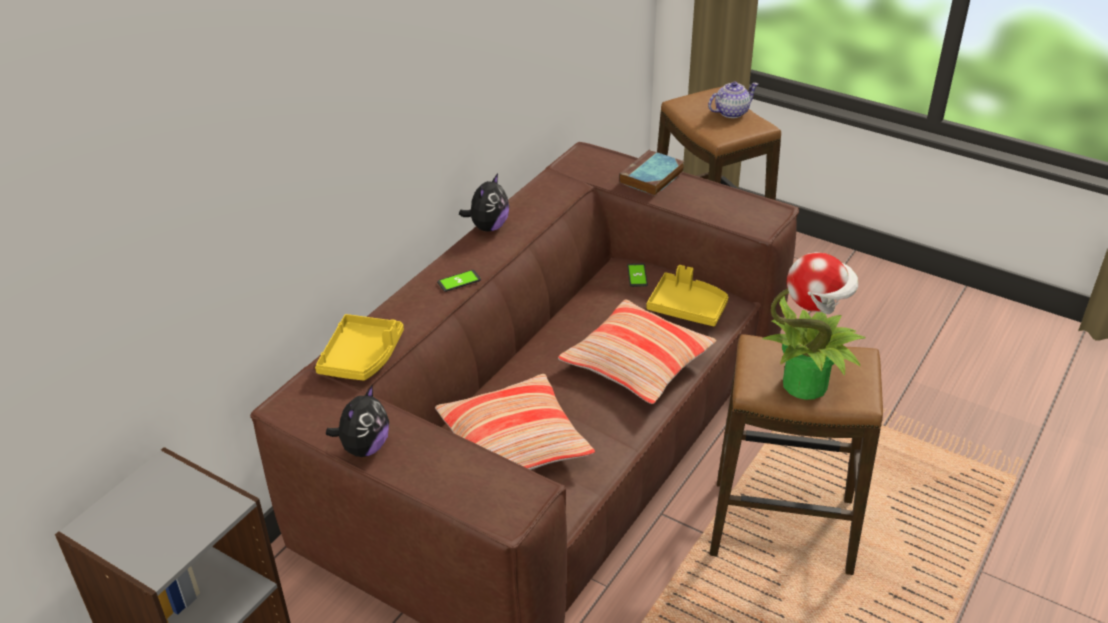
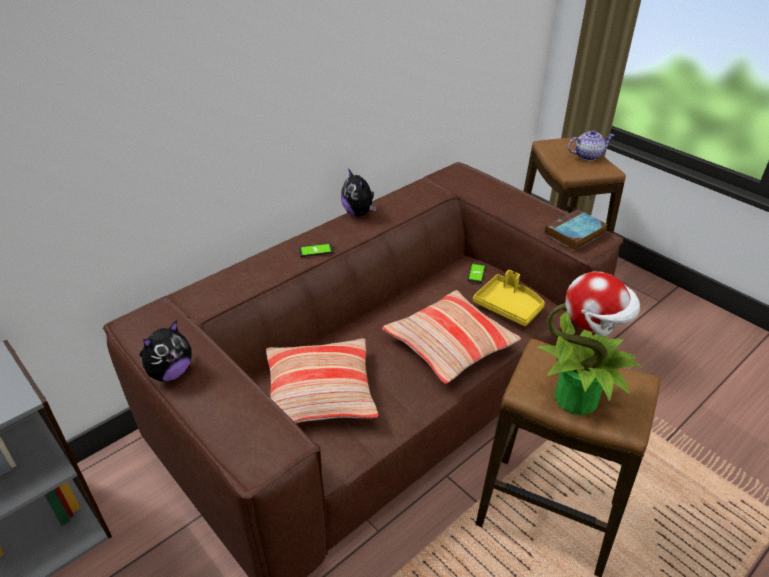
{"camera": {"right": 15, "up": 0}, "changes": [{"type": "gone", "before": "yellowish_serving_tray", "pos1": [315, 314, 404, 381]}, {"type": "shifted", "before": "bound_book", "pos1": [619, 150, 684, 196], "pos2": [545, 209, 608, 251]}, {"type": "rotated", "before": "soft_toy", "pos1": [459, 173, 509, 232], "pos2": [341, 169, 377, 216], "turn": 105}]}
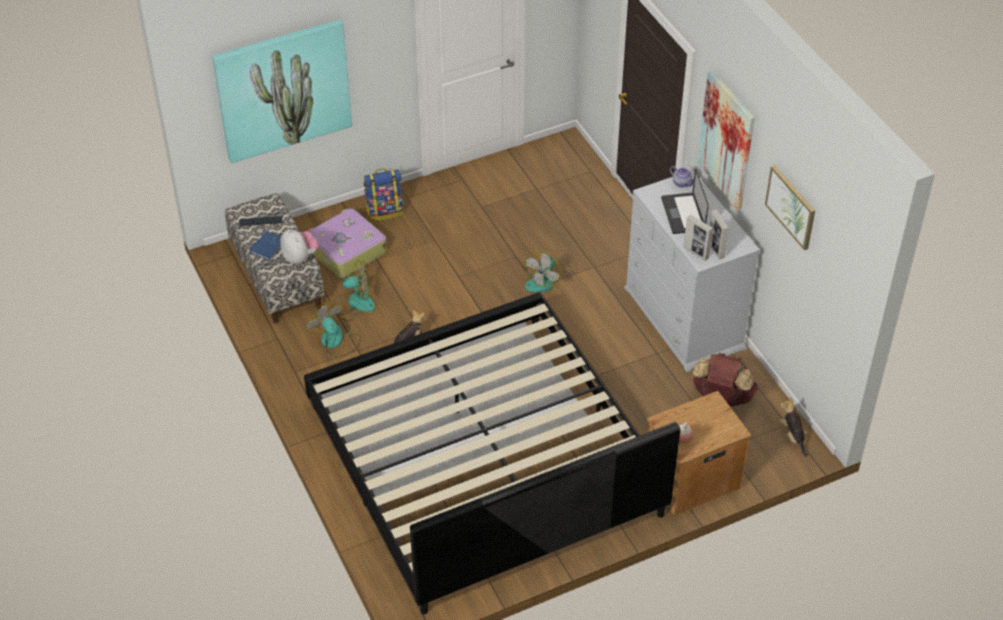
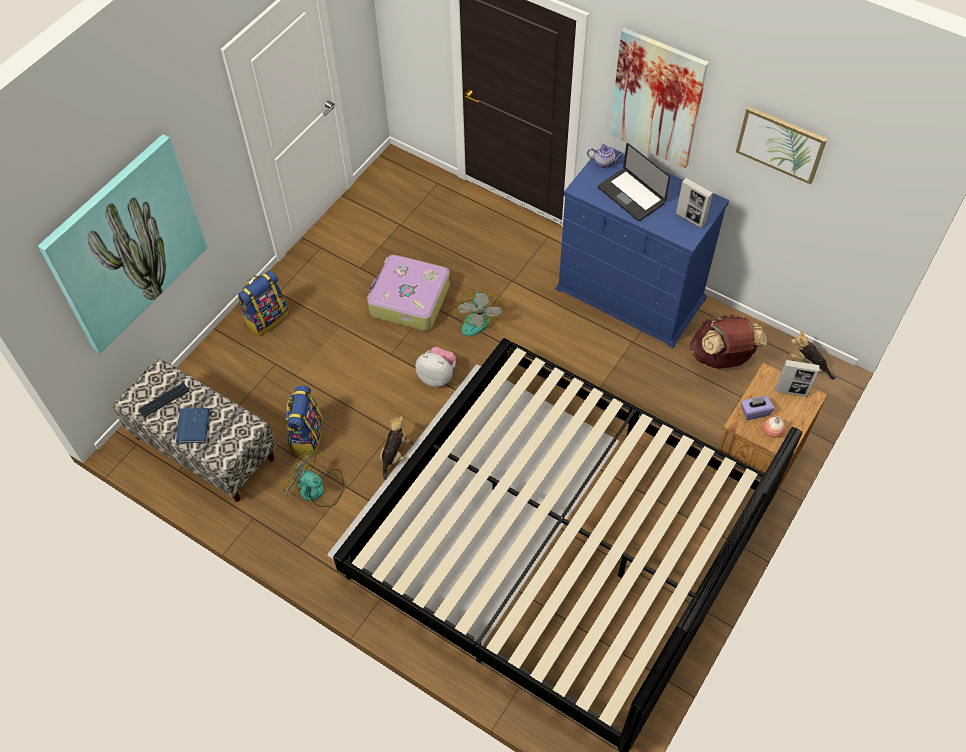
{"camera": {"right": -30, "up": 10}, "changes": [{"type": "new", "after": "purple-coloured_tissue_box", "pos2": [741, 396, 775, 420]}, {"type": "shifted", "before": "soft_toy", "pos1": [280, 228, 319, 265], "pos2": [416, 347, 456, 387]}, {"type": "shifted", "before": "travel_case", "pos1": [308, 208, 387, 278], "pos2": [367, 254, 450, 331]}, {"type": "shifted", "before": "standing_frame", "pos1": [683, 215, 713, 261], "pos2": [775, 360, 820, 397]}, {"type": "swapped", "before": "electric_fan", "after": "backpack", "pos1": [333, 260, 375, 321], "pos2": [285, 385, 323, 455]}, {"type": "repainted", "before": "white-coloured_drawer_chest", "after": "blue_drawer_chest", "pos1": [624, 170, 760, 372], "pos2": [555, 144, 729, 348]}]}
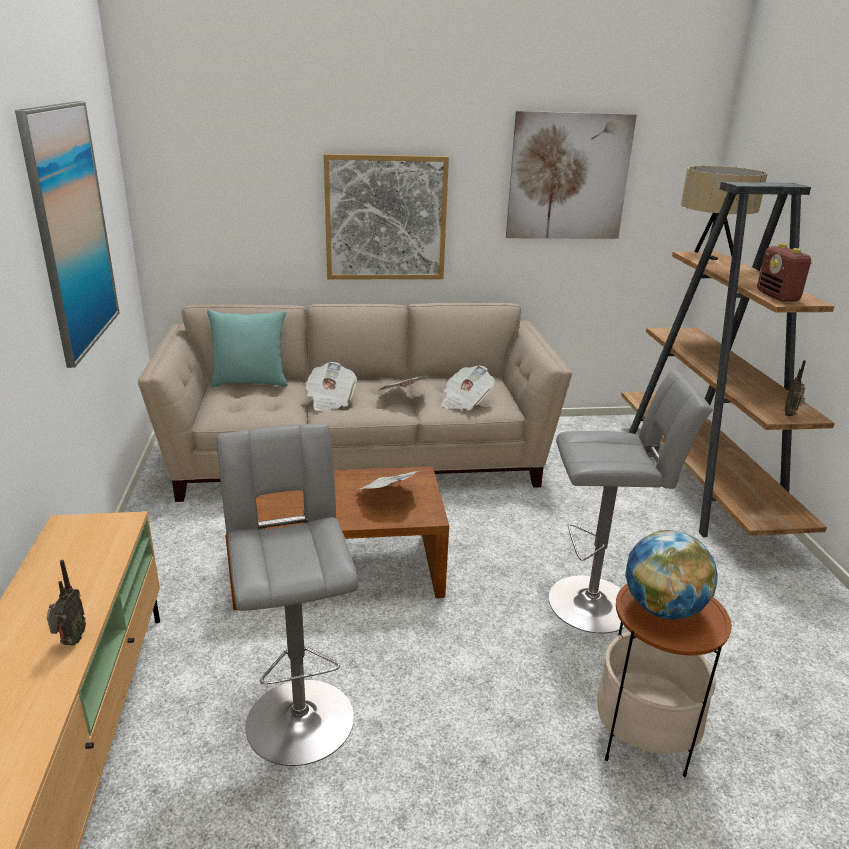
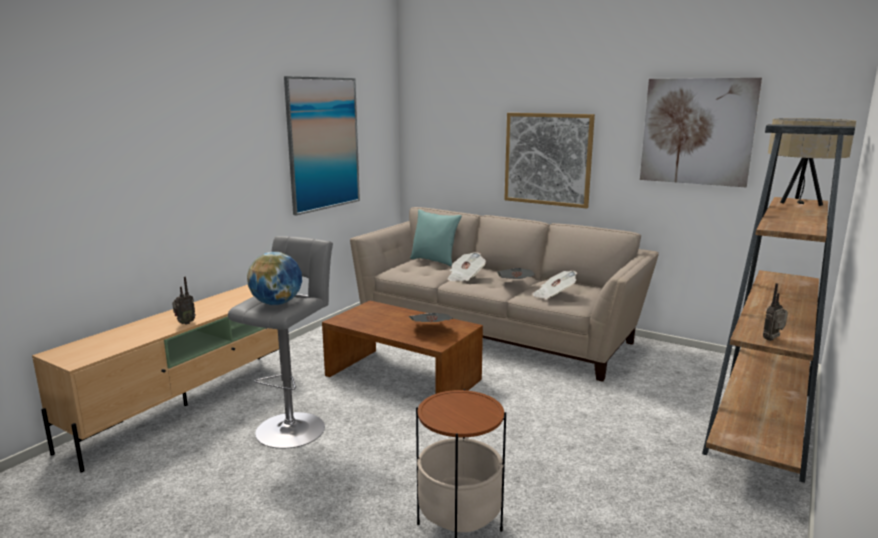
{"camera": {"right": 40, "up": -10}, "changes": [{"type": "gone", "before": "greyish_sitting_stool", "pos1": [549, 370, 713, 634]}, {"type": "gone", "before": "radio_set", "pos1": [757, 243, 813, 302]}, {"type": "shifted", "before": "world_globe", "pos1": [625, 530, 717, 620], "pos2": [247, 252, 302, 305]}]}
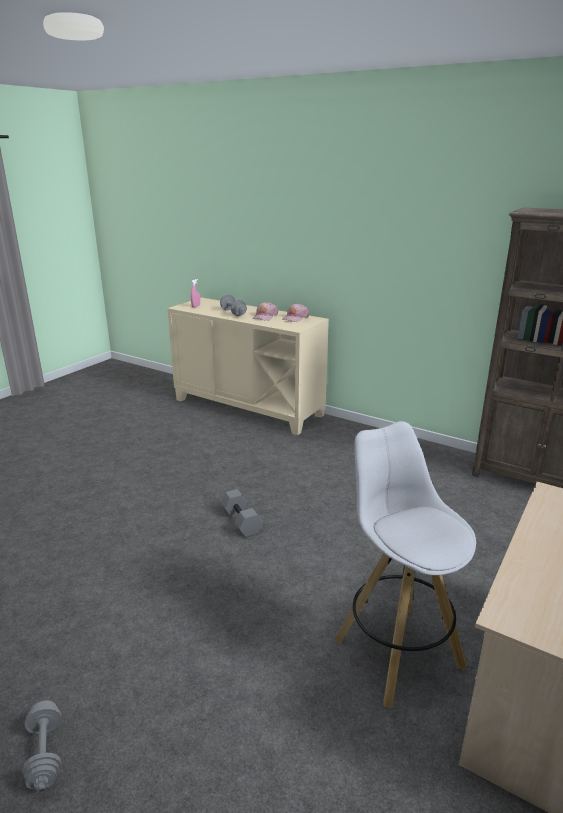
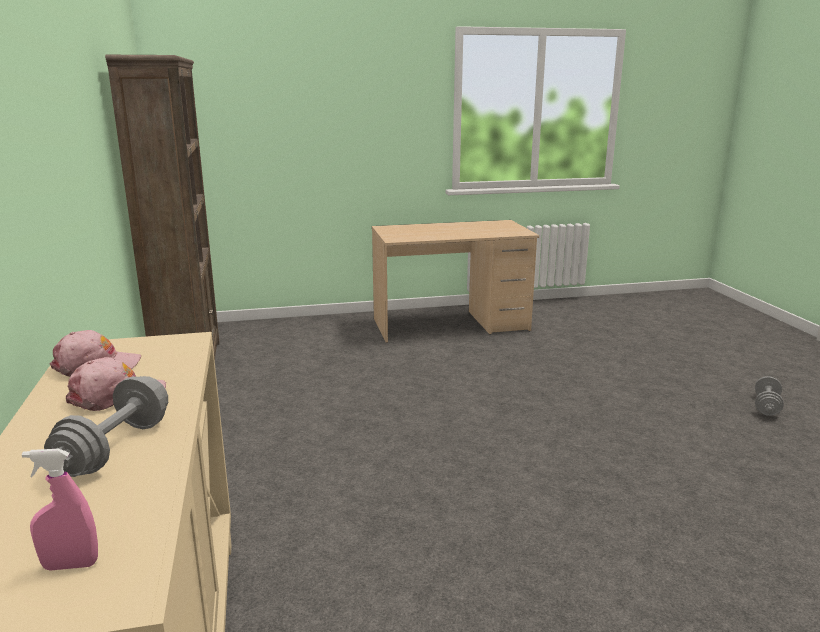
{"camera": {"right": -135, "up": -5}, "changes": [{"type": "gone", "before": "greyish_hand_weight", "pos1": [221, 489, 263, 537]}, {"type": "gone", "before": "white-coloured_sitting_stool", "pos1": [334, 421, 476, 707]}]}
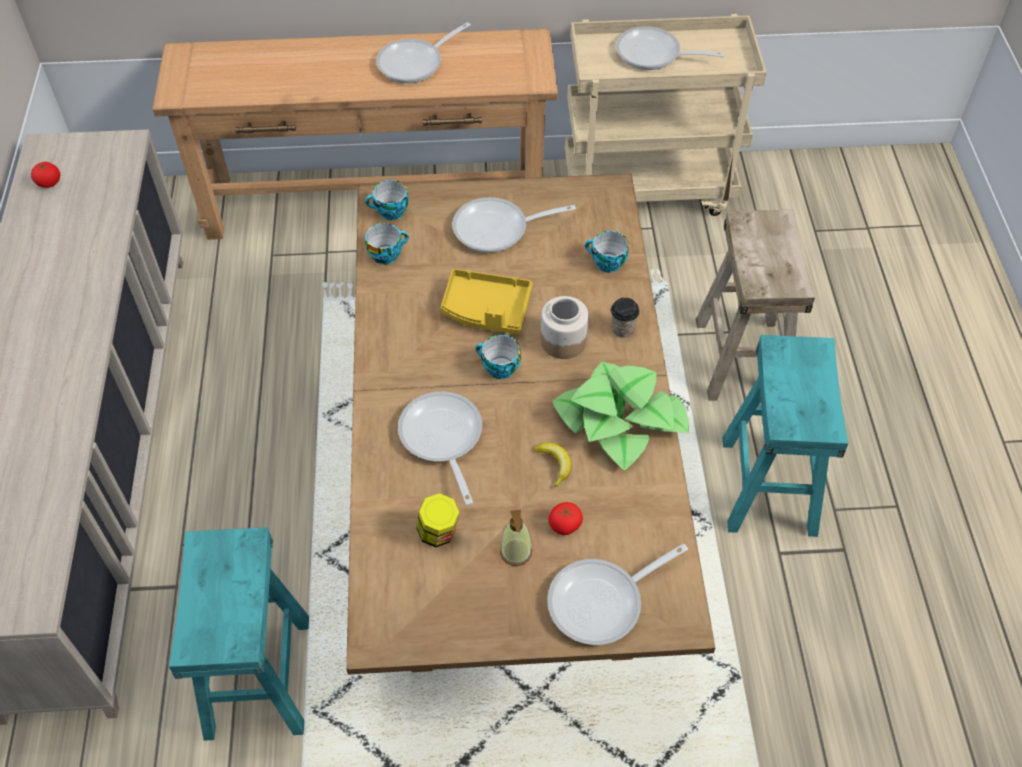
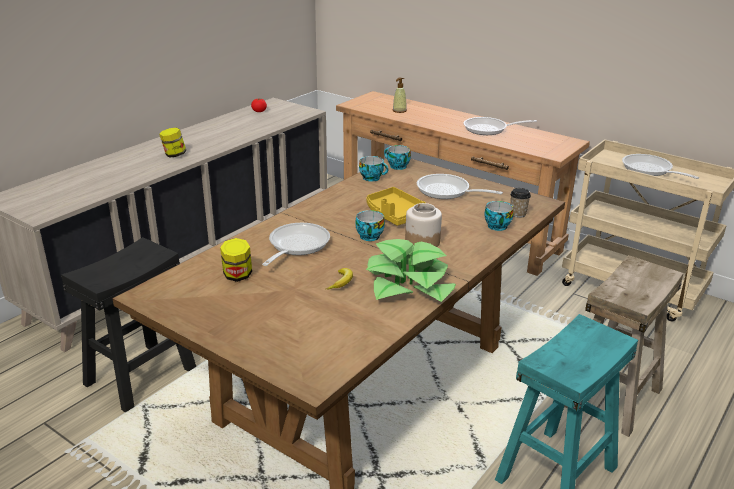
{"camera": {"right": 40, "up": -25}, "changes": [{"type": "gone", "before": "frying_pan", "pos1": [547, 544, 688, 645]}, {"type": "gone", "before": "whole_tomato", "pos1": [548, 502, 583, 535]}, {"type": "new", "after": "storage_jar", "pos2": [159, 128, 186, 158]}, {"type": "shifted", "before": "liquid_soap_bottle", "pos1": [500, 510, 532, 566], "pos2": [393, 77, 407, 113]}, {"type": "shifted", "before": "cup", "pos1": [611, 298, 640, 338], "pos2": [510, 188, 531, 218]}, {"type": "repainted", "before": "turquoise-coloured_sitting_stool", "after": "blackish_sitting_stool", "pos1": [169, 527, 309, 741], "pos2": [61, 237, 196, 412]}]}
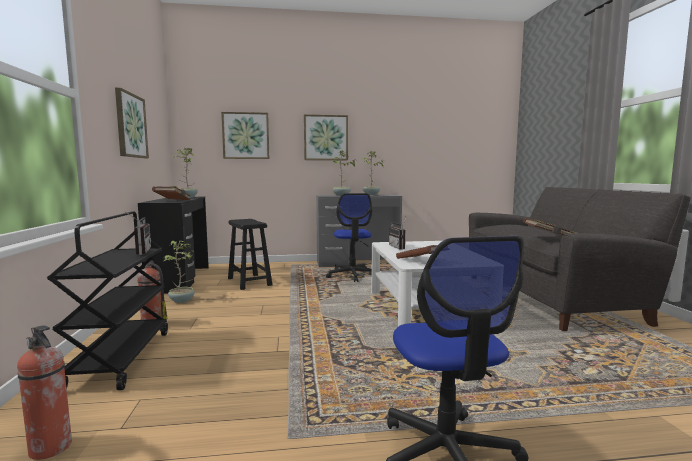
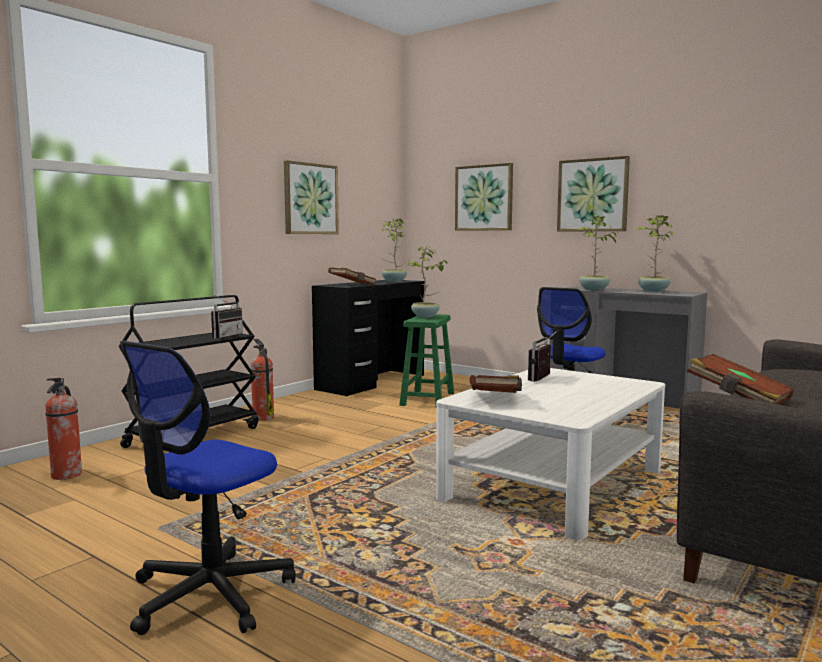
{"camera": {"right": 45, "up": 0}, "changes": [{"type": "shifted", "before": "plant_in_a_pot", "pos1": [163, 241, 195, 303], "pos2": [408, 246, 447, 318]}, {"type": "repainted", "before": "blackish_sitting_stool", "after": "green-coloured_sitting_stool", "pos1": [228, 219, 272, 290], "pos2": [399, 314, 454, 408]}]}
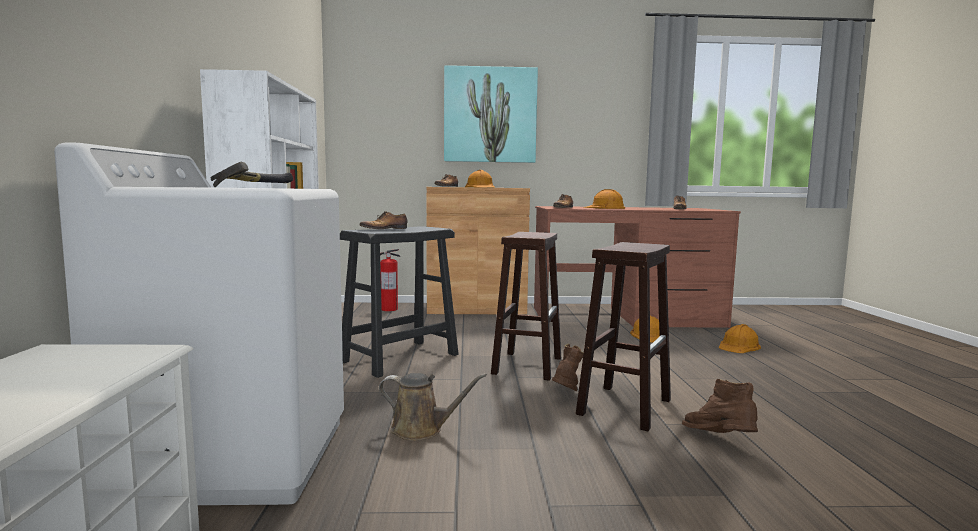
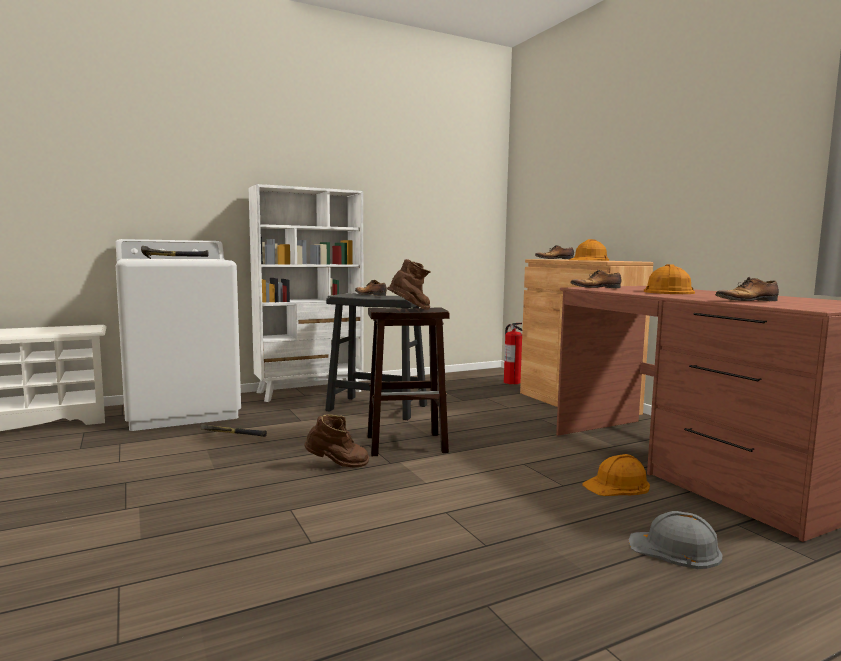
{"camera": {"right": 65, "up": 0}, "changes": [{"type": "gone", "before": "wall_picture", "pos1": [444, 65, 538, 163]}, {"type": "gone", "before": "brownish_sitting_stool", "pos1": [576, 242, 671, 431]}, {"type": "shifted", "before": "brownish_boot", "pos1": [682, 379, 758, 433], "pos2": [387, 259, 431, 310]}, {"type": "swapped", "before": "brownish_watering_can", "after": "hand_hammer", "pos1": [379, 373, 487, 441], "pos2": [200, 424, 267, 437]}, {"type": "repainted", "before": "orange_safety_helmet", "after": "greyish_safety_helmet", "pos1": [719, 324, 761, 353], "pos2": [628, 511, 722, 569]}]}
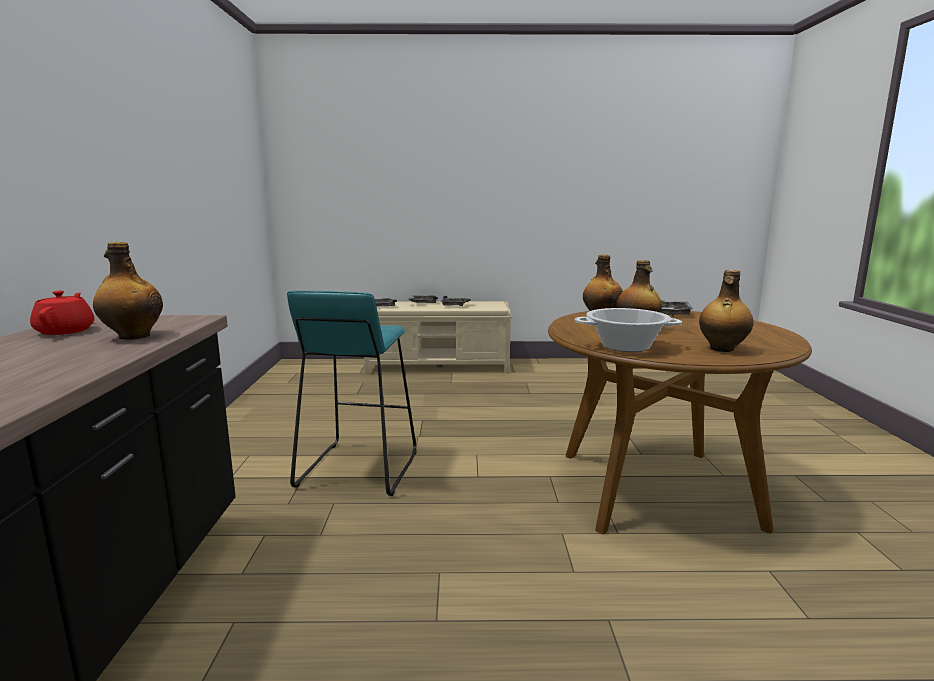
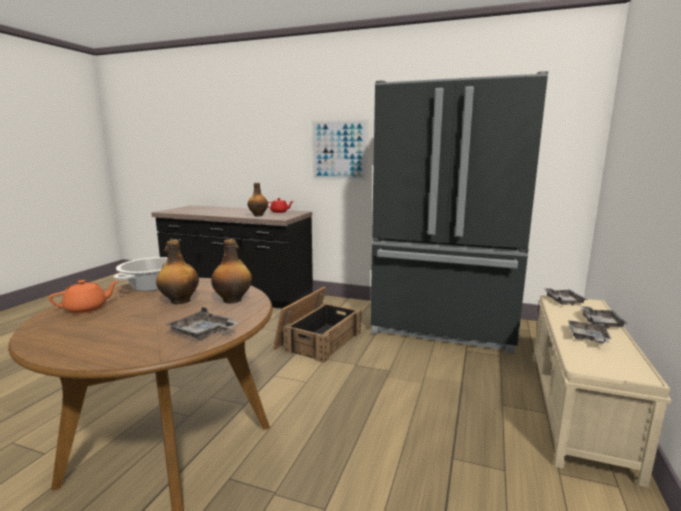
{"camera": {"right": 110, "up": 0}, "changes": [{"type": "new", "after": "wall_picture", "pos2": [311, 119, 368, 181]}, {"type": "new", "after": "blackish_fridge", "pos2": [371, 71, 549, 354]}, {"type": "swapped", "before": "turquoise-coloured_sitting_stool", "after": "packing_crate", "pos1": [287, 291, 417, 496], "pos2": [273, 286, 361, 363]}, {"type": "swapped", "before": "bottle", "after": "orange_pot_for_tea", "pos1": [699, 270, 753, 352], "pos2": [49, 280, 118, 313]}]}
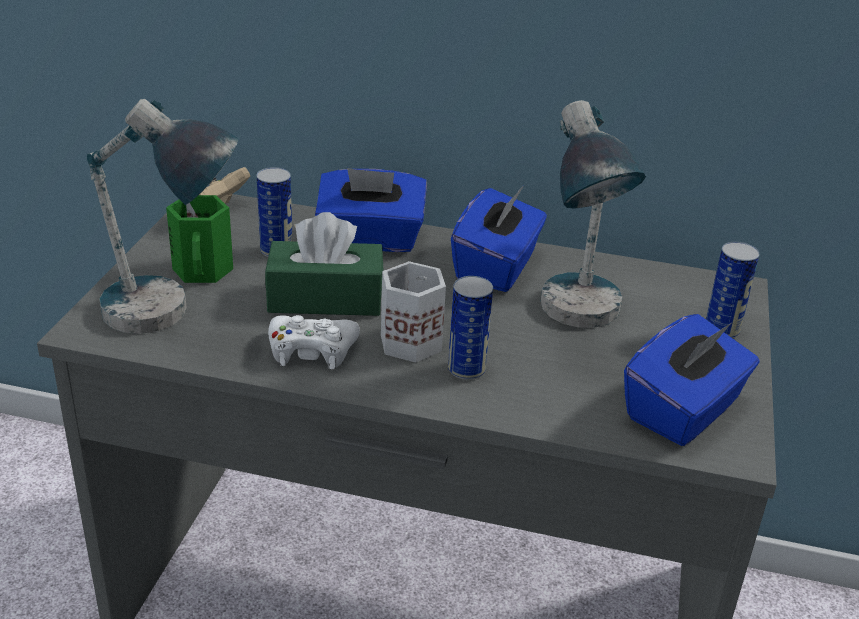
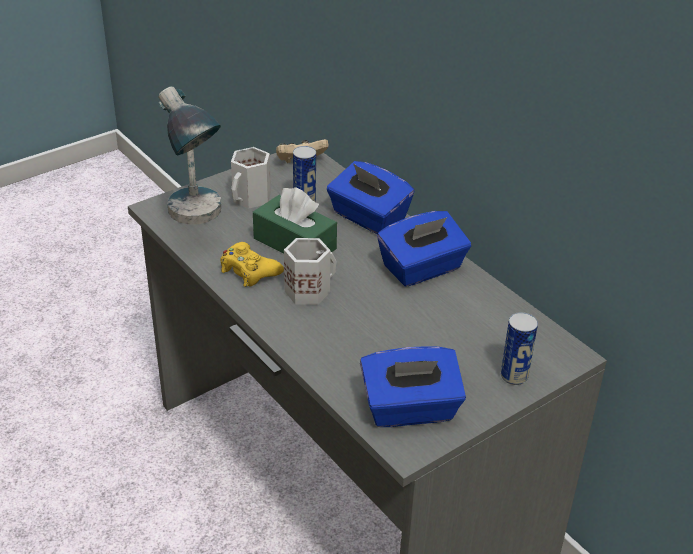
{"camera": {"right": 40, "up": 5}, "changes": [{"type": "gone", "before": "metal_can", "pos1": [448, 276, 493, 380]}, {"type": "gone", "before": "table_lamp", "pos1": [541, 100, 646, 328]}, {"type": "repainted", "before": "green-coloured_coffee_mug", "after": "white-coloured_coffee_mug", "pos1": [166, 195, 233, 283], "pos2": [231, 147, 271, 208]}, {"type": "repainted", "before": "white-coloured_game_controller", "after": "yellowish_game_controller", "pos1": [268, 315, 360, 369], "pos2": [220, 242, 284, 287]}]}
